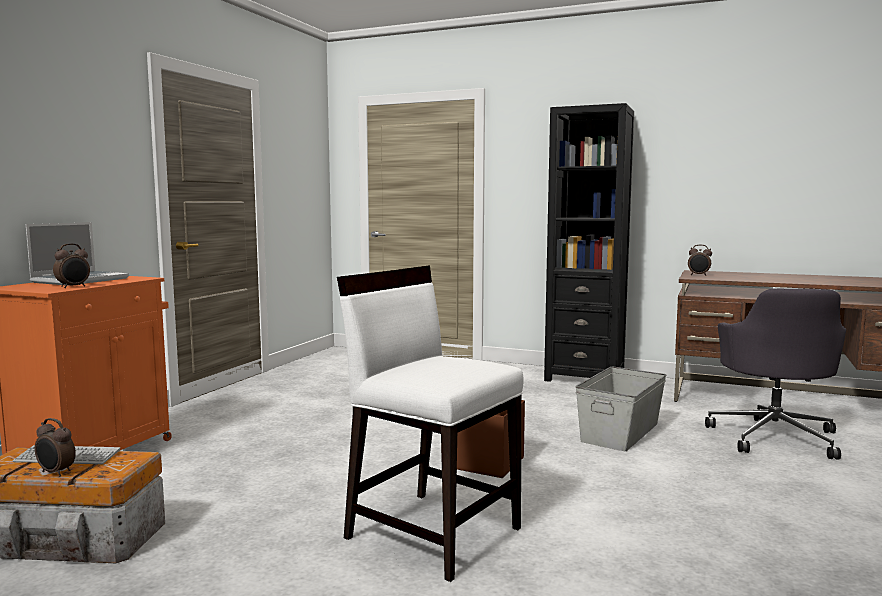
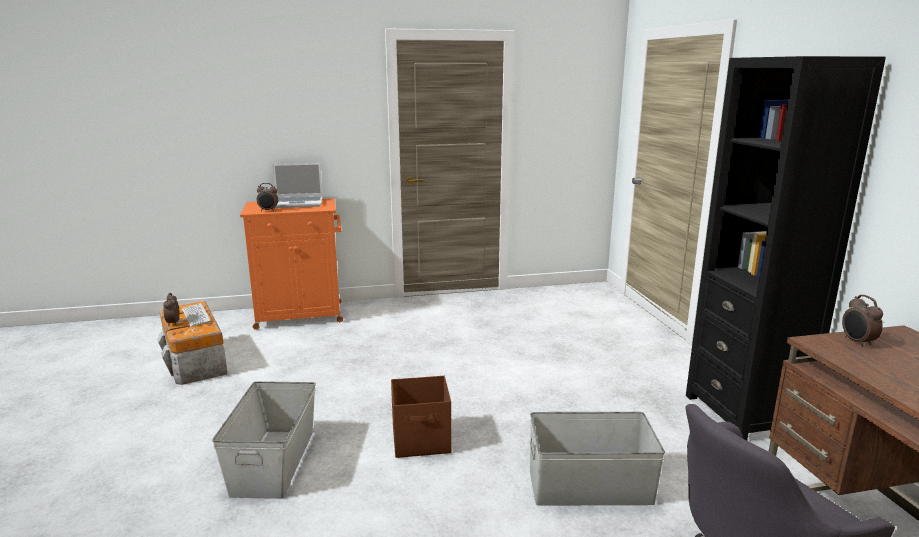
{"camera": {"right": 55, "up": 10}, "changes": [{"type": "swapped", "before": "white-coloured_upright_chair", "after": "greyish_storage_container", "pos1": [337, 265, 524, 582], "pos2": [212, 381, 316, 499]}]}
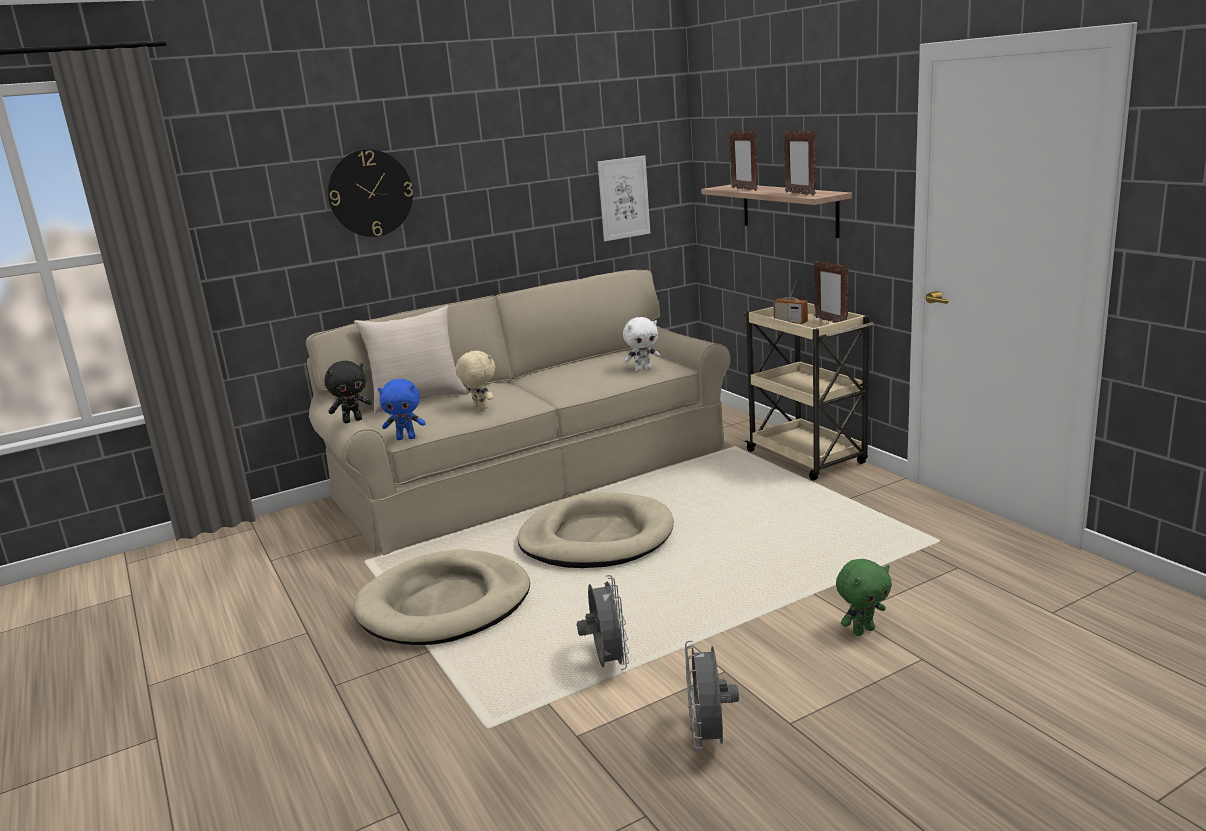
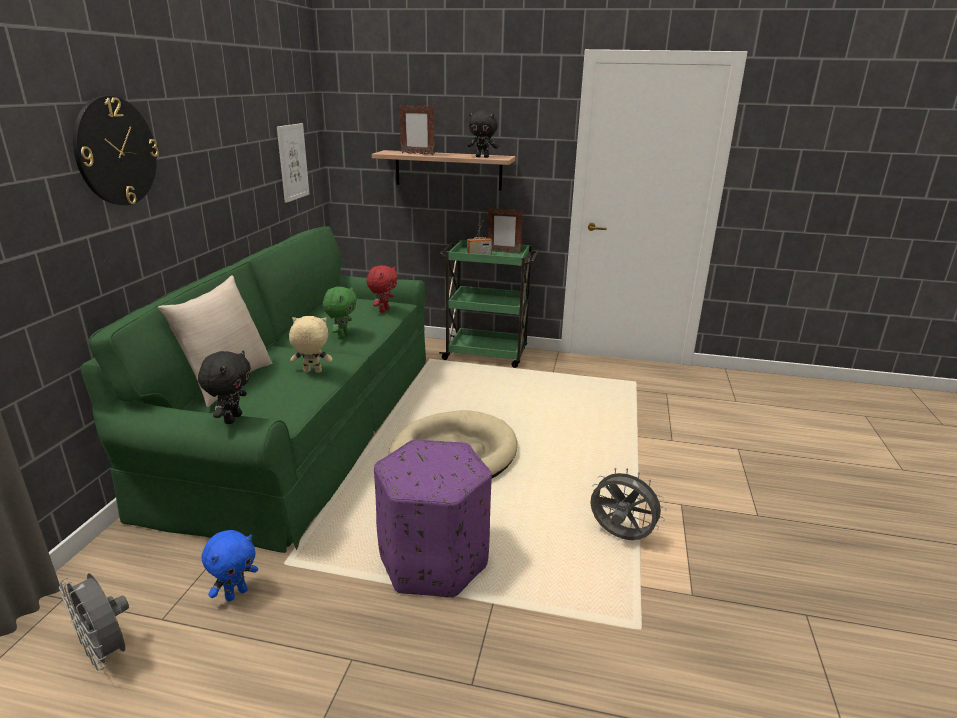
{"camera": {"right": -50, "up": 5}, "changes": [{"type": "shifted", "before": "blue_soft_toy", "pos1": [378, 379, 426, 440], "pos2": [201, 530, 258, 602]}, {"type": "shifted", "before": "greyish_electric_fan", "pos1": [685, 641, 739, 752], "pos2": [59, 573, 129, 670]}, {"type": "shifted", "before": "green-coloured_soft_toy", "pos1": [836, 559, 892, 636], "pos2": [323, 287, 357, 339]}, {"type": "swapped", "before": "beige_pet_bed", "after": "purple-coloured_footrest", "pos1": [354, 550, 530, 645], "pos2": [374, 439, 492, 598]}, {"type": "swapped", "before": "standing_frame", "after": "blackish_soft_toy", "pos1": [783, 131, 816, 196], "pos2": [468, 110, 498, 158]}, {"type": "repainted", "before": "beige_couch", "after": "green-coloured_couch", "pos1": [306, 270, 730, 555], "pos2": [80, 226, 426, 553]}, {"type": "repainted", "before": "white-coloured_soft_toy", "after": "reddish_soft_toy", "pos1": [623, 317, 660, 372], "pos2": [366, 265, 398, 313]}, {"type": "repainted", "before": "beige_wheeled_cart", "after": "green-coloured_wheeled_cart", "pos1": [744, 303, 874, 481], "pos2": [439, 240, 539, 368]}]}
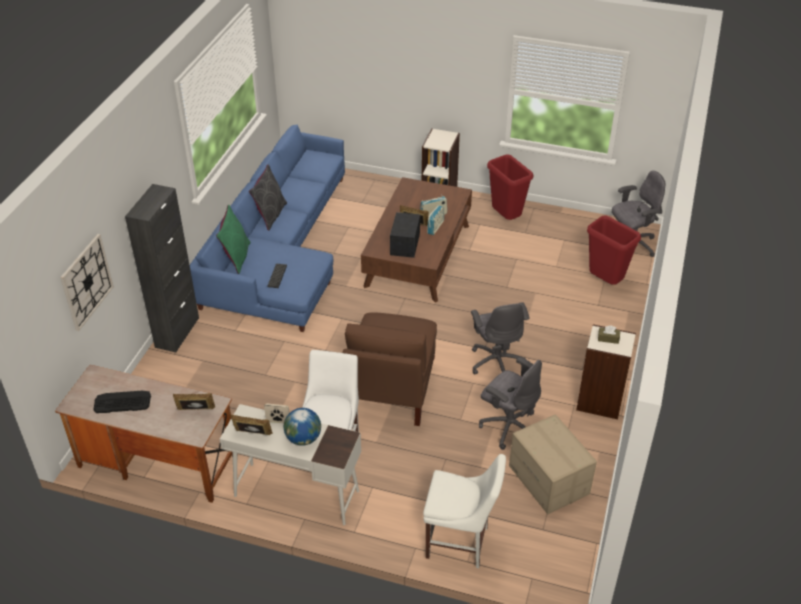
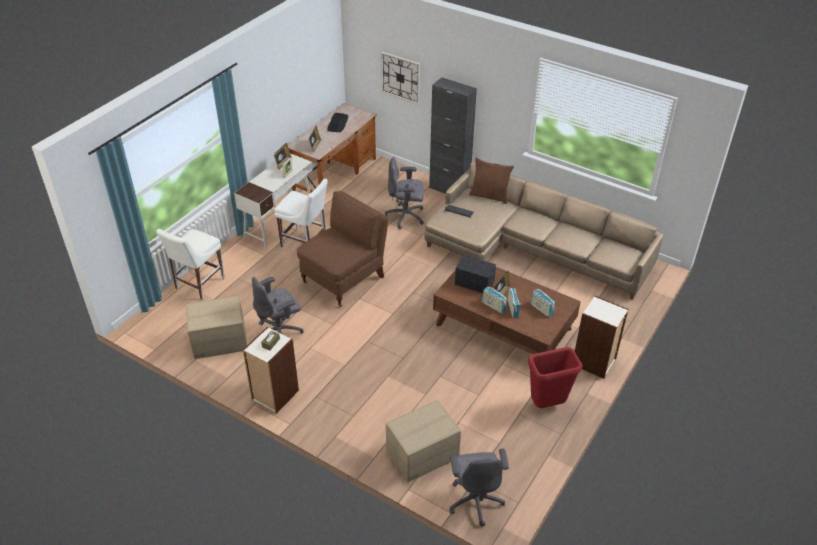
{"camera": {"right": 105, "up": 0}, "changes": [{"type": "gone", "before": "greyish_throw_pillow", "pos1": [249, 164, 287, 231]}, {"type": "gone", "before": "world_globe", "pos1": [284, 408, 321, 446]}, {"type": "new", "after": "radio_set", "pos2": [530, 289, 555, 317]}, {"type": "shifted", "before": "greyish_desk_chair", "pos1": [471, 302, 530, 375], "pos2": [385, 157, 424, 229]}, {"type": "swapped", "before": "reddish_rubbish_bin", "after": "cardboard_box", "pos1": [587, 215, 641, 285], "pos2": [386, 400, 461, 482]}, {"type": "repainted", "before": "blue_couch", "after": "beige_couch", "pos1": [190, 125, 345, 332], "pos2": [424, 162, 663, 299]}, {"type": "repainted", "before": "green-coloured_throw_pillow", "after": "brownish_throw_pillow", "pos1": [216, 205, 250, 274], "pos2": [469, 158, 514, 204]}, {"type": "rotated", "before": "brownish_upright_chair", "pos1": [343, 312, 437, 426], "pos2": [297, 191, 388, 307], "turn": 105}]}
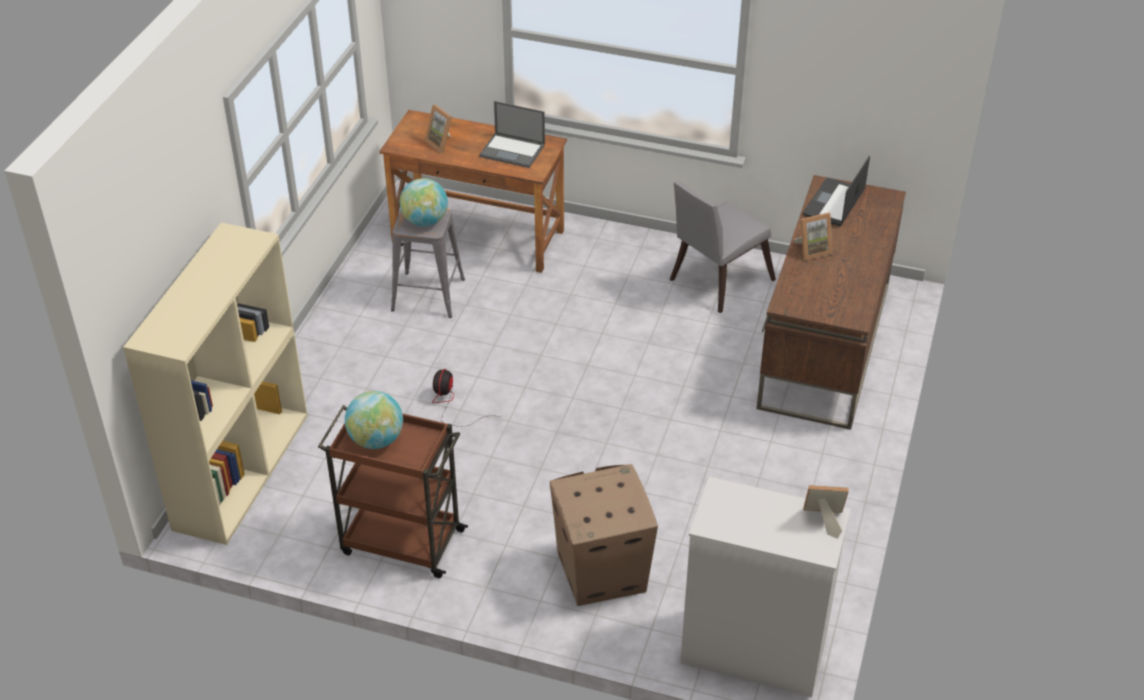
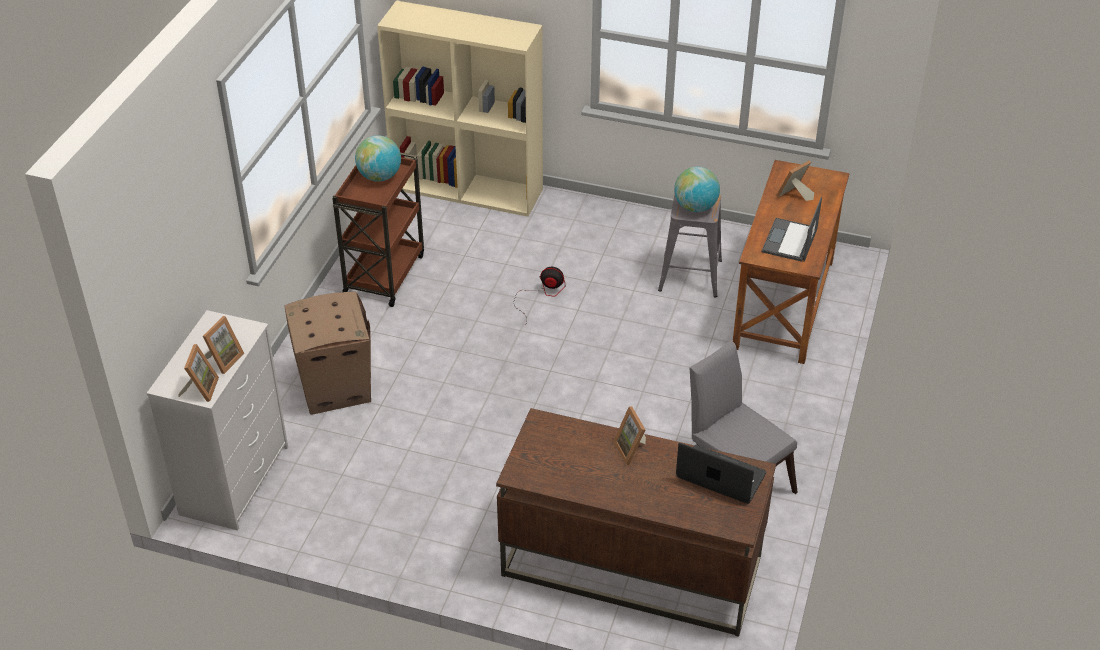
{"camera": {"right": 90, "up": 0}, "changes": [{"type": "new", "after": "standing_frame", "pos2": [203, 316, 244, 374]}]}
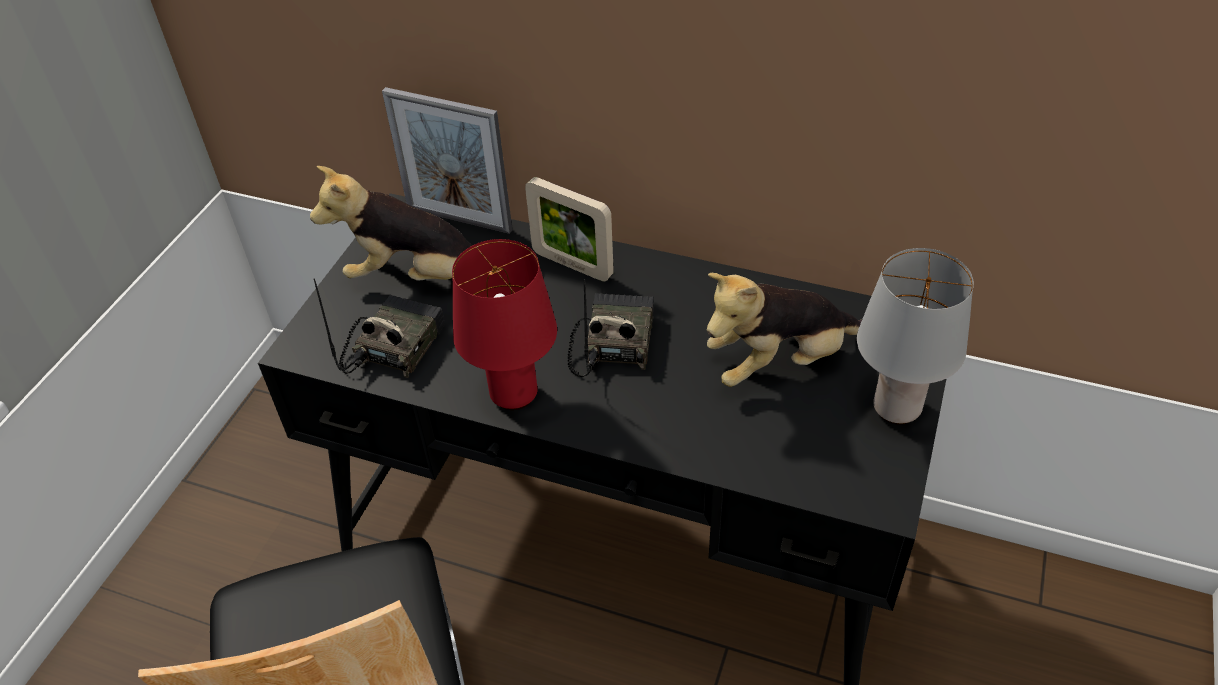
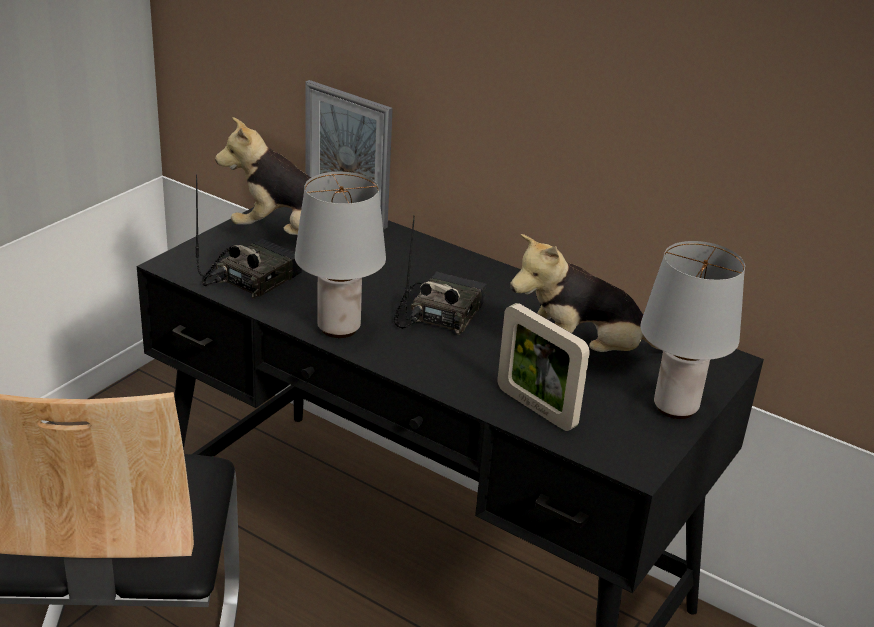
{"camera": {"right": 10, "up": -15}, "changes": [{"type": "shifted", "before": "standing_frame", "pos1": [525, 177, 614, 282], "pos2": [497, 303, 590, 431]}, {"type": "repainted", "before": "reddish_table_lamp", "after": "greyish_table_lamp", "pos1": [452, 239, 557, 410], "pos2": [295, 172, 386, 338]}]}
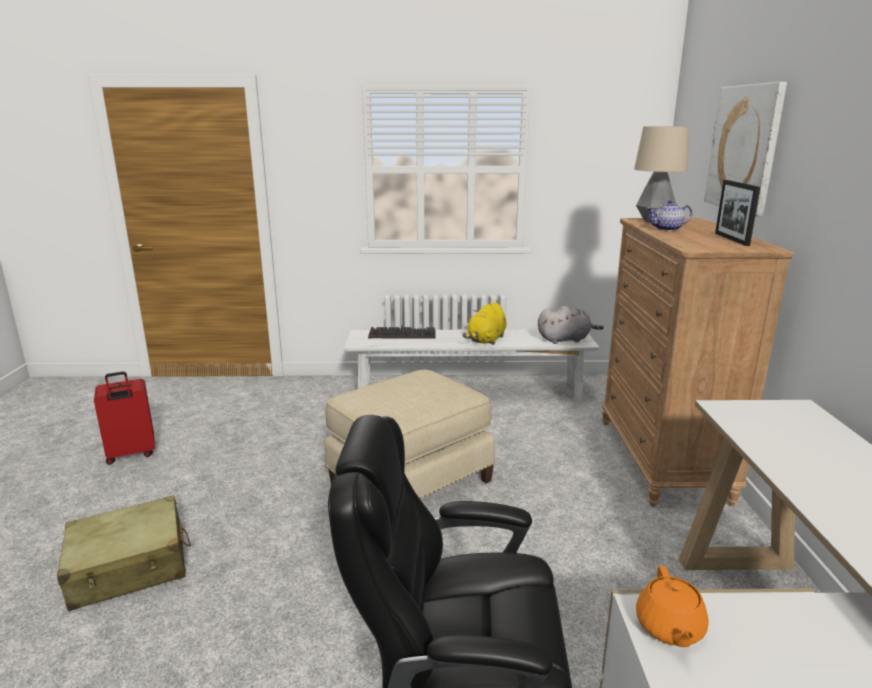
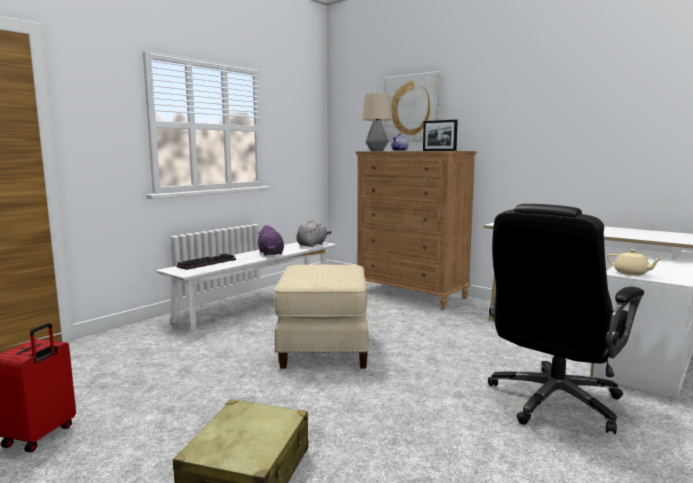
{"camera": {"right": -50, "up": -10}, "changes": [{"type": "repainted", "before": "yellowish_soft_toy", "after": "purple-coloured_soft_toy", "pos1": [462, 302, 506, 345], "pos2": [257, 225, 284, 256]}, {"type": "repainted", "before": "orange_pot_for_tea", "after": "beige_pot_for_tea", "pos1": [636, 565, 709, 647], "pos2": [607, 249, 663, 275]}]}
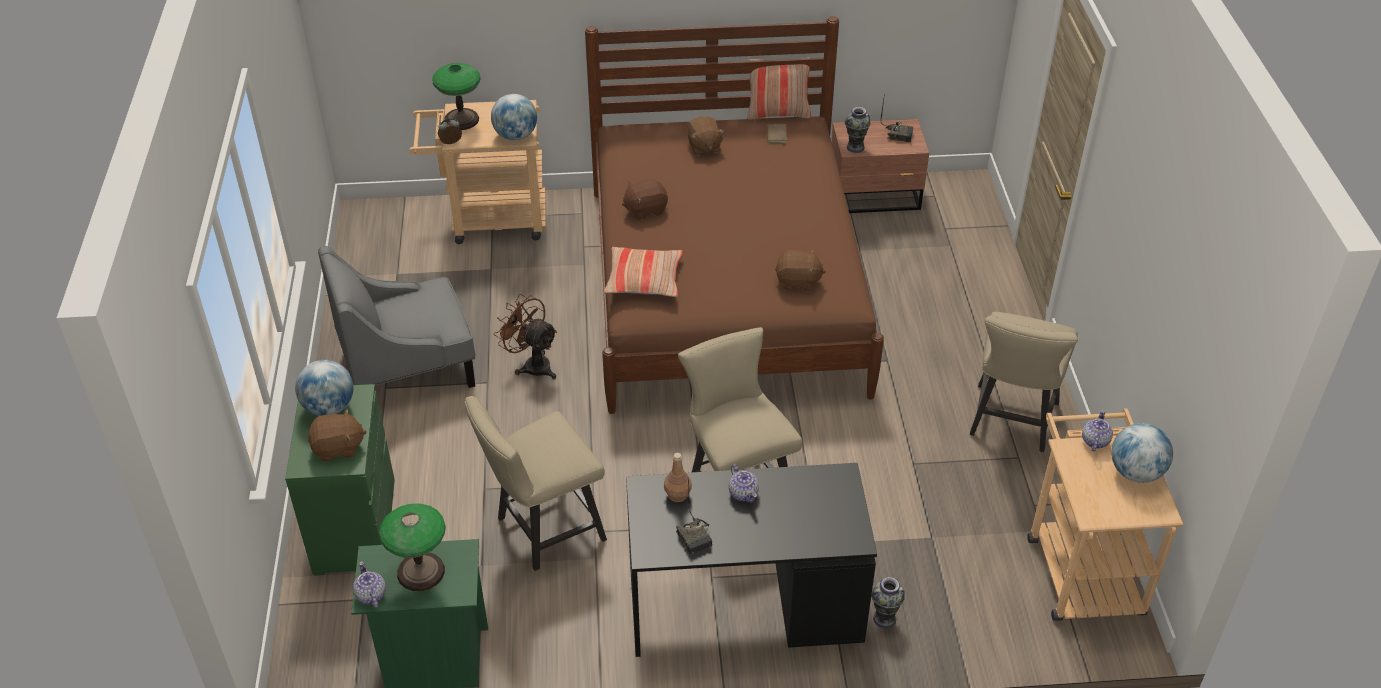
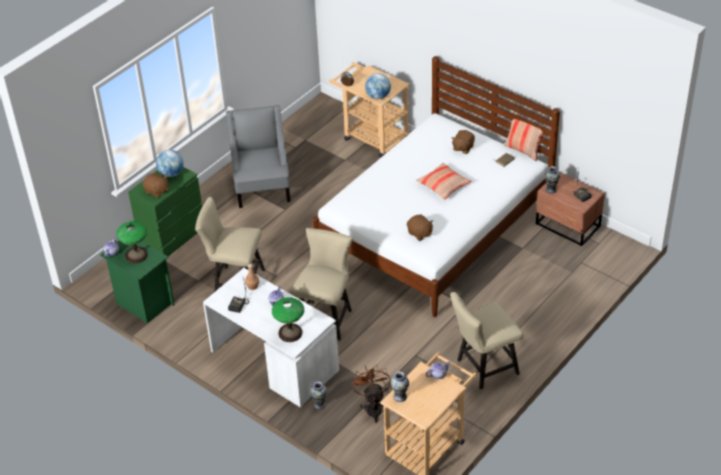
{"camera": {"right": 45, "up": 0}, "changes": [{"type": "gone", "before": "brownish_soft_toy", "pos1": [622, 178, 668, 220]}, {"type": "gone", "before": "world_globe", "pos1": [1111, 423, 1173, 483]}, {"type": "new", "after": "vase", "pos2": [391, 371, 409, 402]}, {"type": "shifted", "before": "table_lamp", "pos1": [432, 63, 480, 130], "pos2": [272, 297, 304, 342]}, {"type": "shifted", "before": "brownish_electric_fan", "pos1": [494, 294, 557, 379], "pos2": [352, 365, 391, 423]}, {"type": "shifted", "before": "throw_pillow", "pos1": [603, 247, 683, 297], "pos2": [416, 163, 471, 200]}, {"type": "repainted", "before": "brownish_bed", "after": "white-coloured_bed", "pos1": [585, 16, 884, 414], "pos2": [312, 56, 560, 317]}, {"type": "repainted", "before": "blackish_desk", "after": "white-coloured_desk", "pos1": [626, 463, 877, 657], "pos2": [203, 268, 339, 408]}, {"type": "rotated", "before": "greyish_easy_chair", "pos1": [318, 246, 476, 388], "pos2": [226, 105, 290, 208], "turn": 60}]}
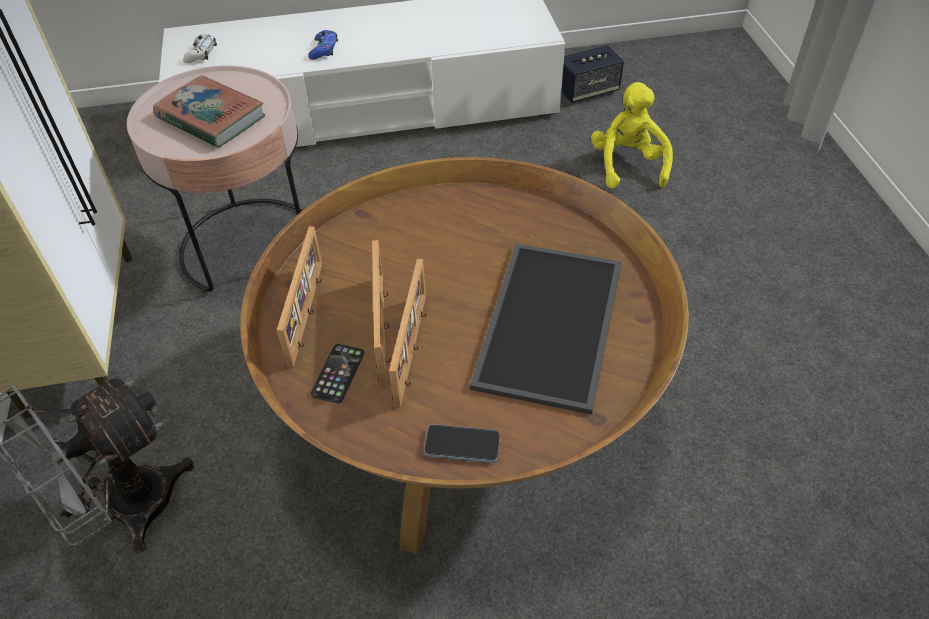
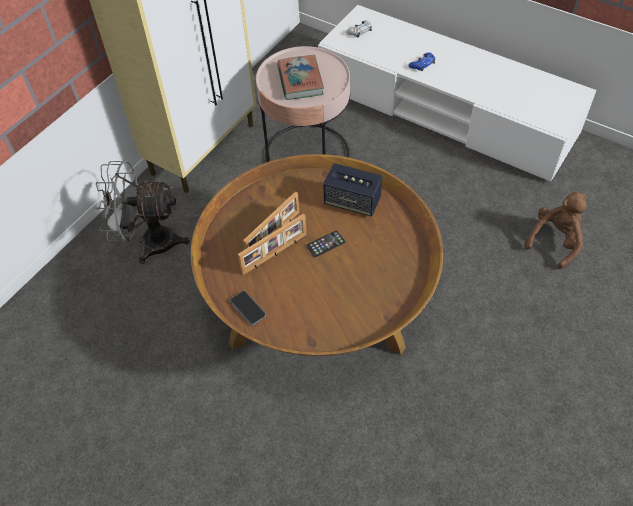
{"camera": {"right": 45, "up": 5}, "changes": [{"type": "gone", "before": "standing_frame", "pos1": [277, 226, 323, 368]}, {"type": "gone", "before": "serving_tray", "pos1": [470, 243, 622, 415]}, {"type": "shifted", "before": "handset", "pos1": [310, 344, 364, 403], "pos2": [306, 231, 345, 257]}, {"type": "shifted", "before": "speaker", "pos1": [561, 45, 624, 103], "pos2": [323, 163, 383, 216]}, {"type": "repainted", "before": "yellowish_soft_toy", "after": "brownish_soft_toy", "pos1": [591, 82, 673, 189], "pos2": [524, 192, 587, 269]}]}
